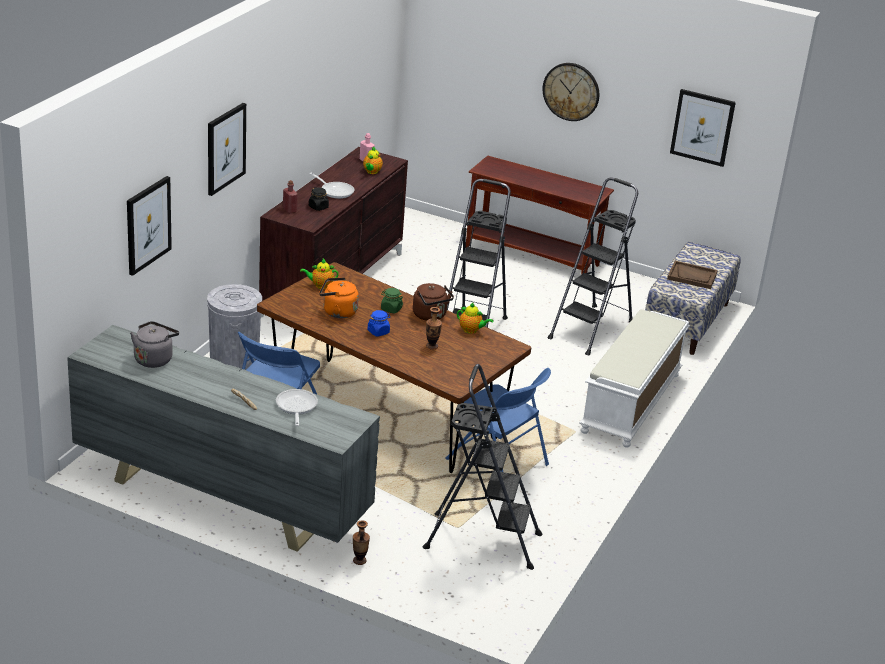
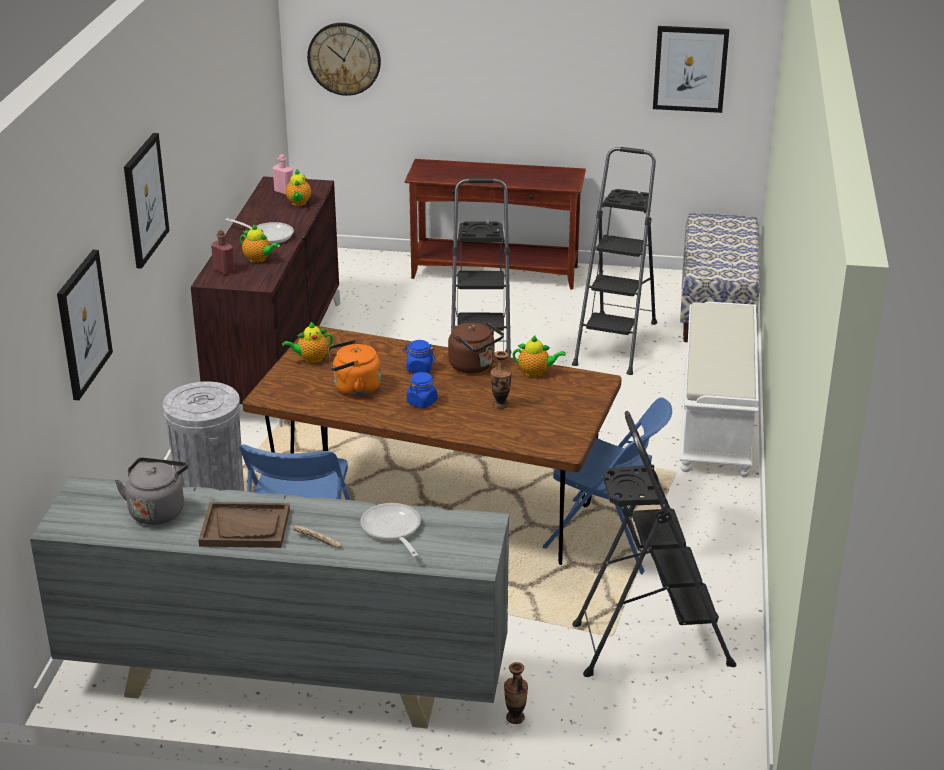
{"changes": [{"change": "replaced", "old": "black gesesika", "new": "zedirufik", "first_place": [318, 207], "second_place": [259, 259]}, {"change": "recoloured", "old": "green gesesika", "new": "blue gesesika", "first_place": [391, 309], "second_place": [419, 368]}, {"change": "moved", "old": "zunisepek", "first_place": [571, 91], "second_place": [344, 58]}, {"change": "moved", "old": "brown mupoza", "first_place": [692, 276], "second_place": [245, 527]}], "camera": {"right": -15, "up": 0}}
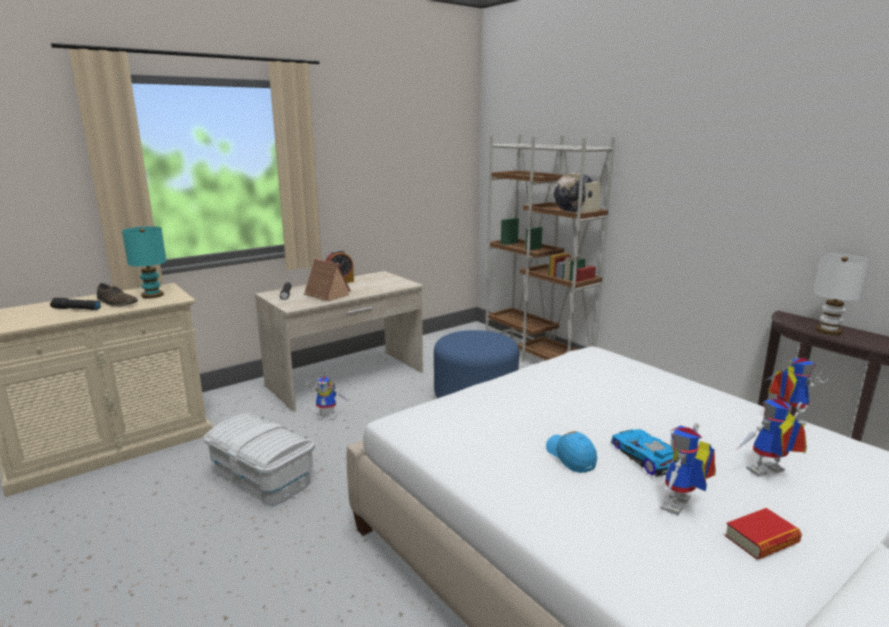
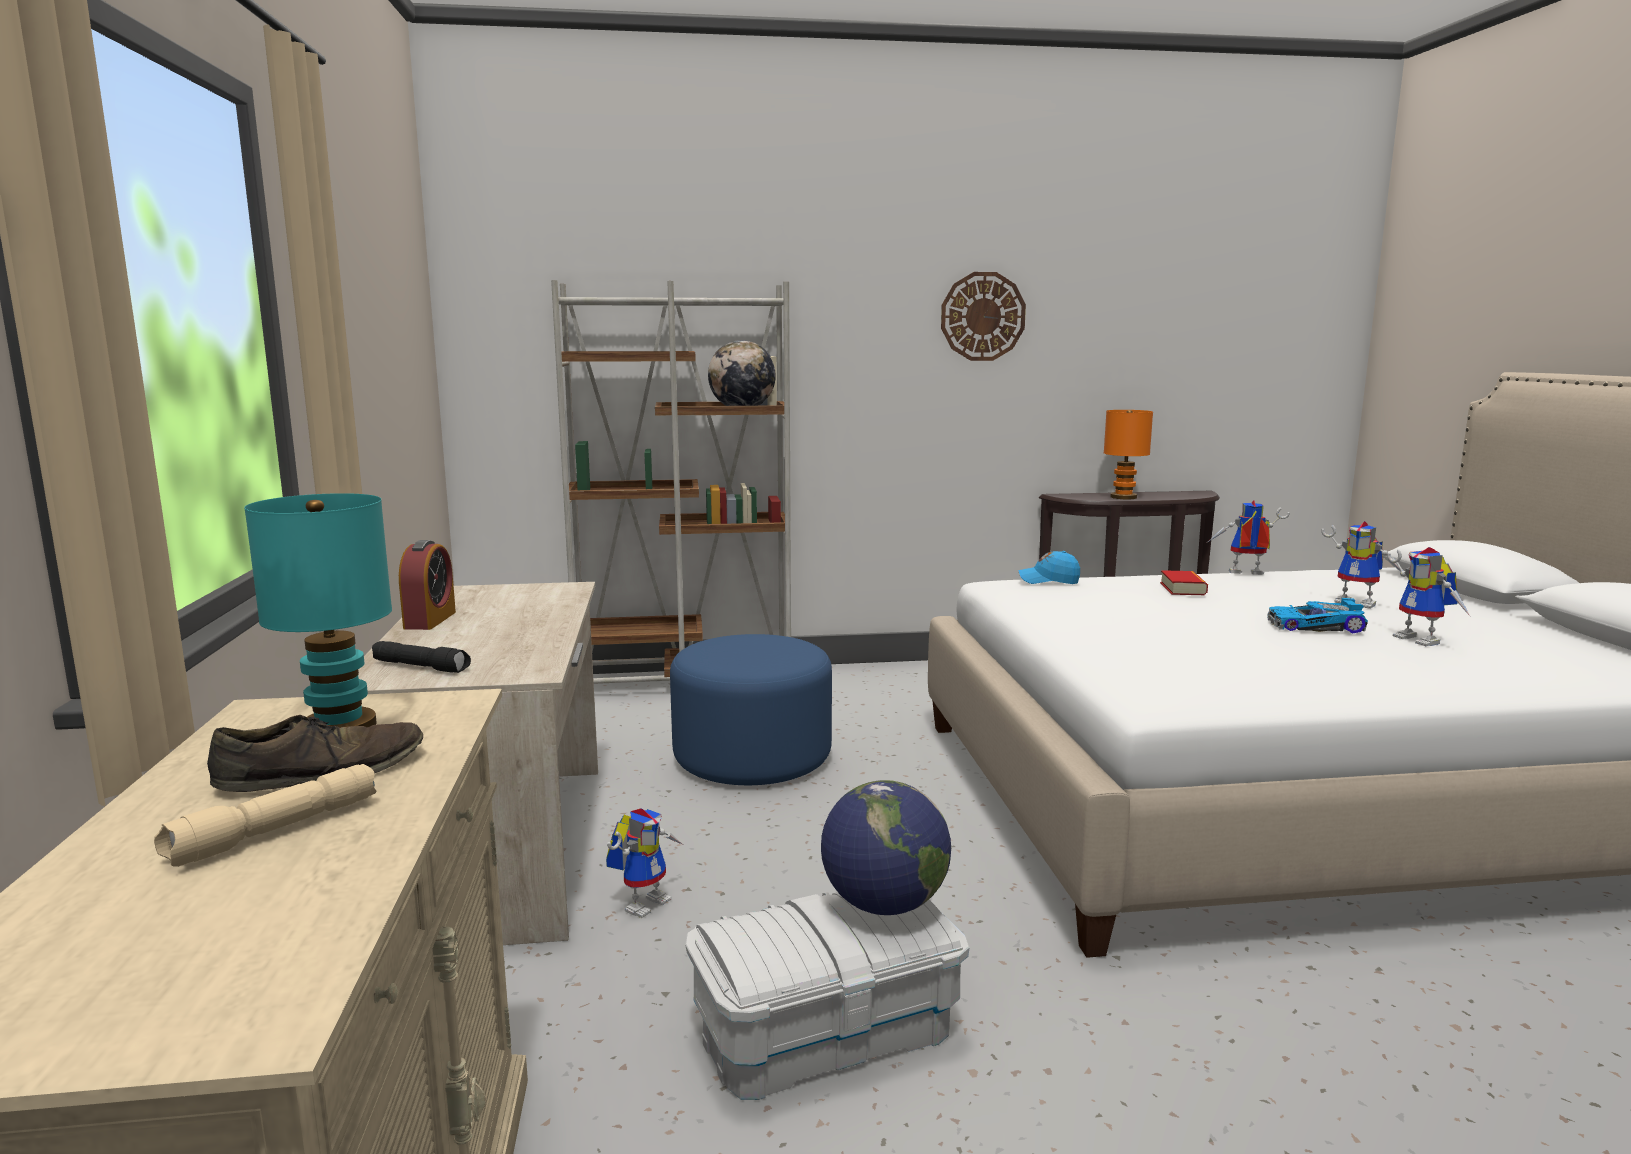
{"changes": [{"change": "recoloured", "old": "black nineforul", "new": "beige nineforul", "first_place": [76, 309], "second_place": [274, 832]}, {"change": "removed", "old": "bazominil", "first_place": [326, 294]}, {"change": "moved", "old": "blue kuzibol", "first_place": [571, 457], "second_place": [1048, 580]}, {"change": "moved", "old": "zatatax", "first_place": [761, 539], "second_place": [1183, 589]}, {"change": "turned", "old": "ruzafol", "first_place": [767, 474], "second_place": [1359, 603], "degrees": -60}, {"change": "recoloured", "old": "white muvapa", "new": "orange muvapa", "first_place": [829, 331], "second_place": [1124, 497]}, {"change": "added", "new": "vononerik", "second_place": [884, 905]}, {"change": "added", "new": "zunisepek", "second_place": [982, 316]}], "camera": {"right": -60, "up": -5}}
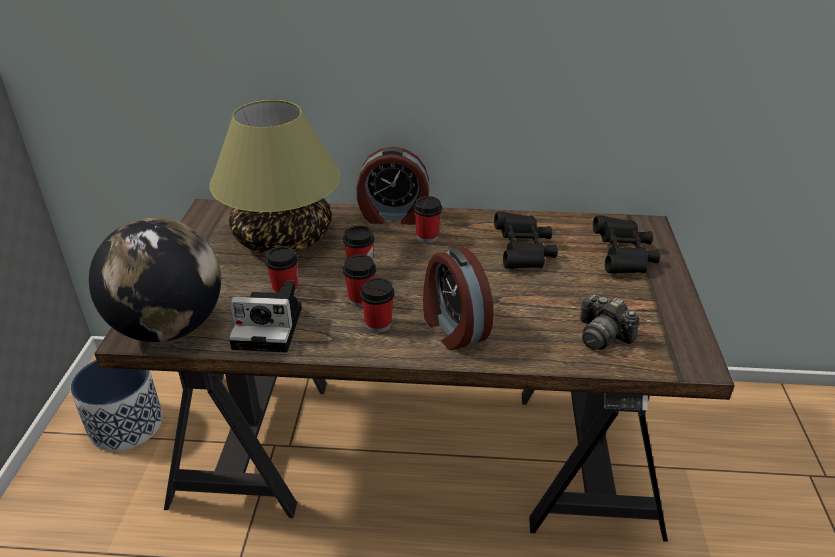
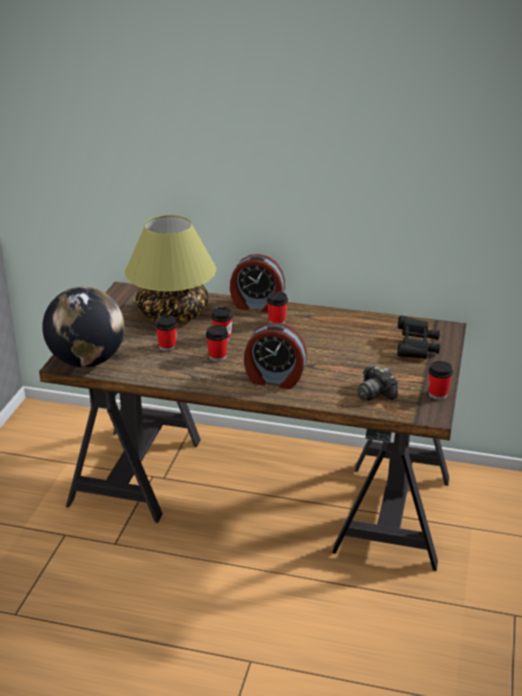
{"changes": [{"change": "removed", "old": "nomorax", "first_place": [126, 426]}, {"change": "removed", "old": "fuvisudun", "first_place": [271, 327]}, {"change": "moved", "old": "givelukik", "first_place": [378, 324], "second_place": [438, 394]}, {"change": "turned", "old": "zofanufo", "first_place": [453, 328], "second_place": [274, 379], "degrees": -60}, {"change": "removed", "old": "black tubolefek", "first_place": [523, 253]}], "camera": {"right": 10, "up": -5}}
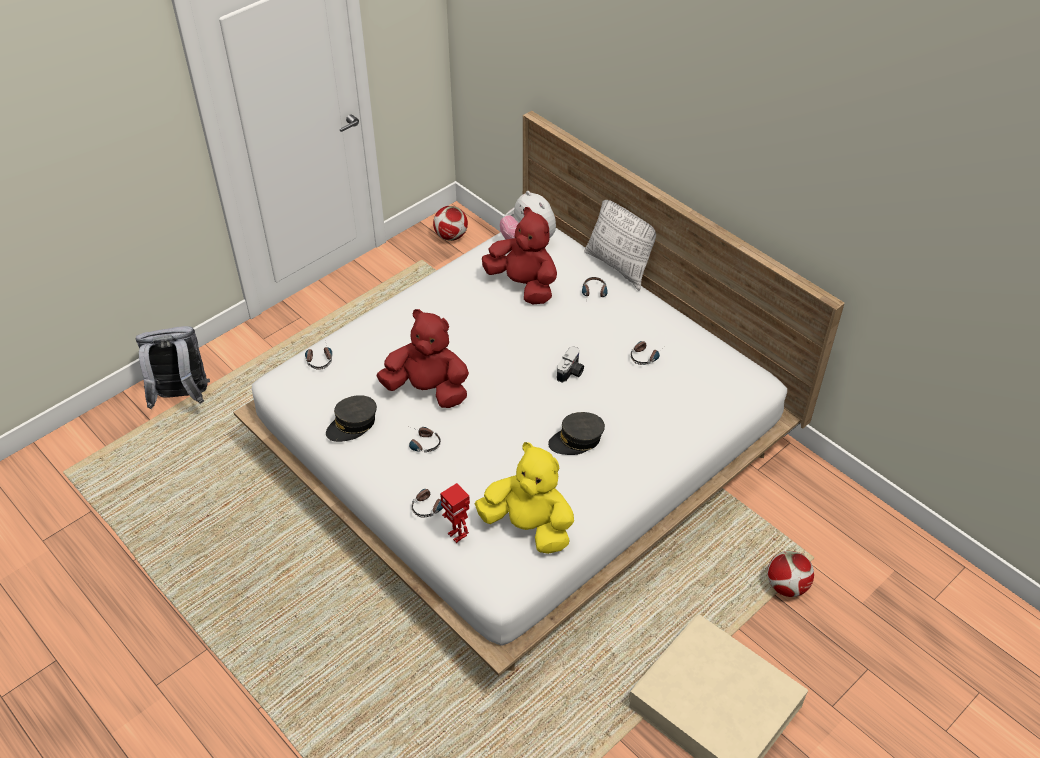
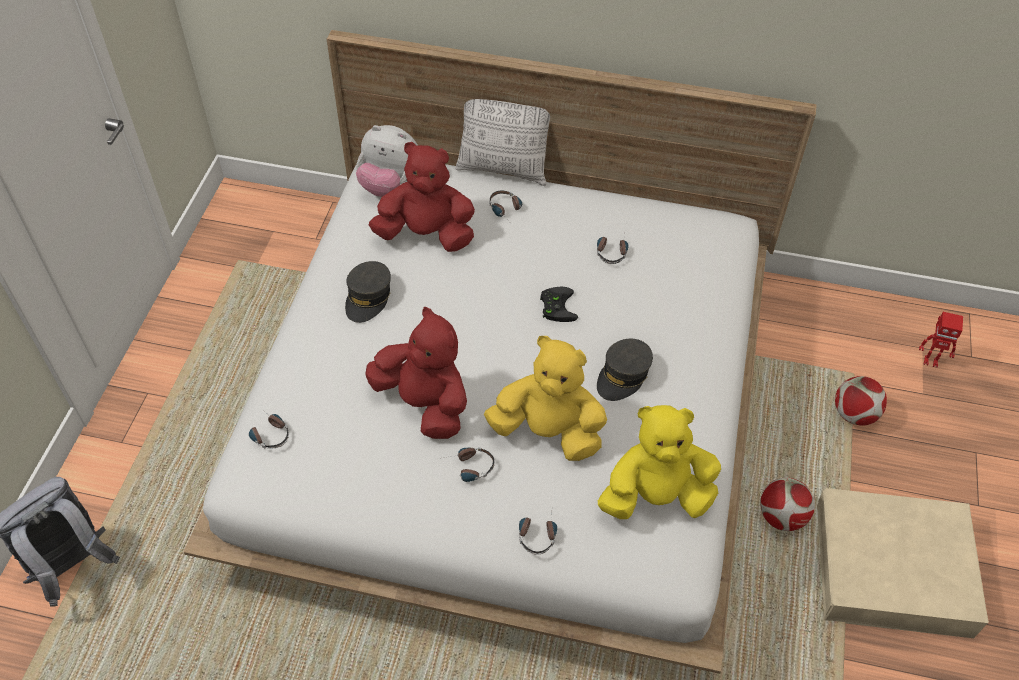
{"changes": [{"change": "moved", "old": "grey kuzibol", "first_place": [352, 424], "second_place": [368, 297]}, {"change": "turned", "old": "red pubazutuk", "first_place": [428, 389], "second_place": [424, 403], "degrees": 60}, {"change": "moved", "old": "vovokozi", "first_place": [451, 236], "second_place": [781, 517]}, {"change": "moved", "old": "ruzafol", "first_place": [457, 535], "second_place": [930, 361]}, {"change": "replaced", "old": "fuvisudun", "new": "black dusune", "first_place": [571, 372], "second_place": [556, 306]}, {"change": "added", "new": "yellow pubazutuk", "second_place": [548, 431]}], "camera": {"right": -35, "up": 5}}
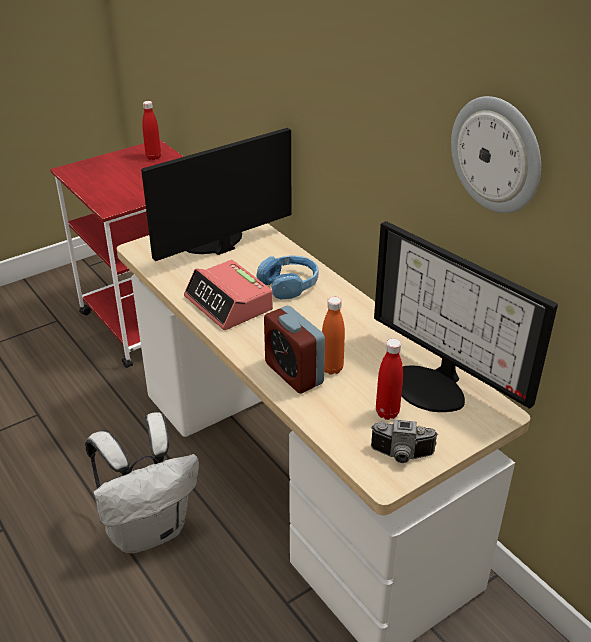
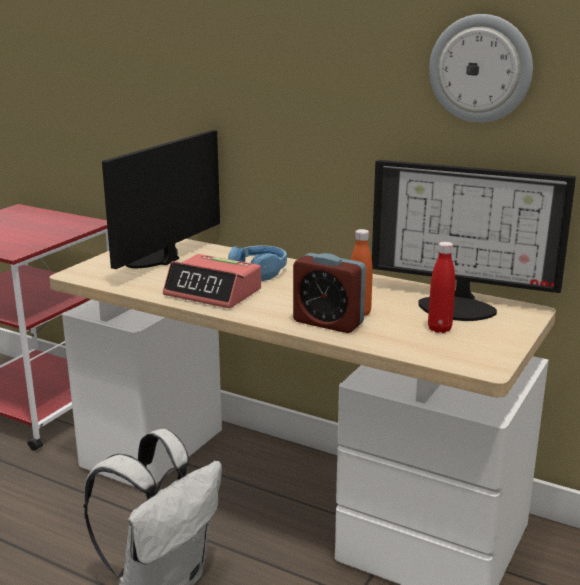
{"changes": [{"change": "removed", "old": "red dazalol", "first_place": [153, 157]}, {"change": "removed", "old": "fuvisudun", "first_place": [401, 456]}], "camera": {"right": -25, "up": -15}}
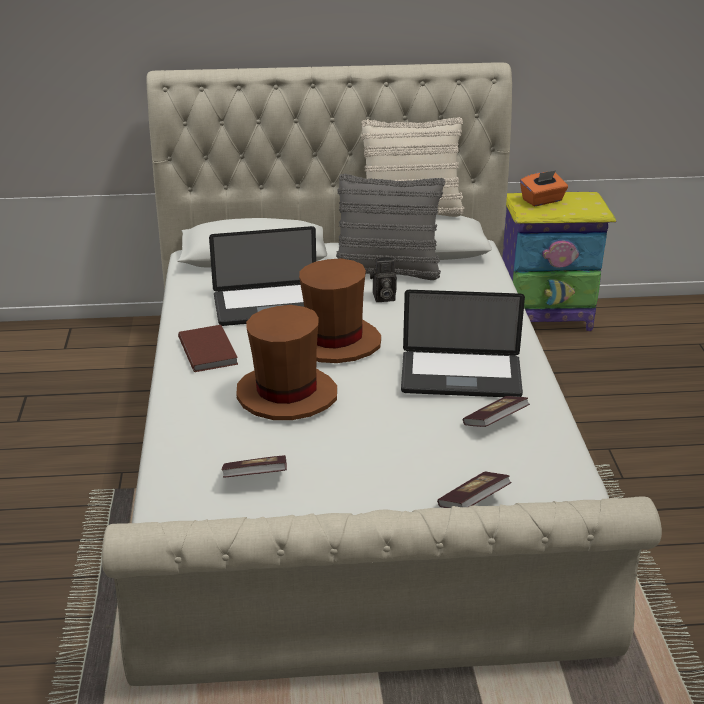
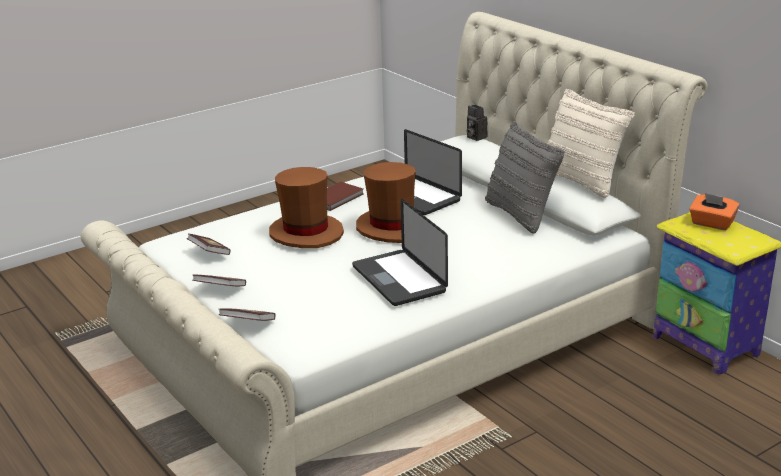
{"changes": [{"change": "moved", "old": "fuvisudun", "first_place": [383, 298], "second_place": [475, 137]}, {"change": "moved", "old": "zatatax", "first_place": [495, 422], "second_place": [220, 289]}], "camera": {"right": 60, "up": -5}}
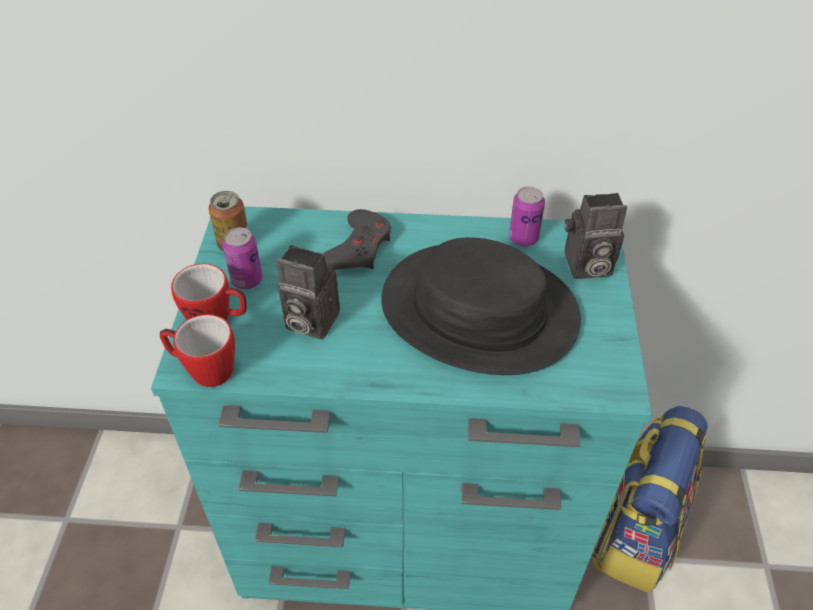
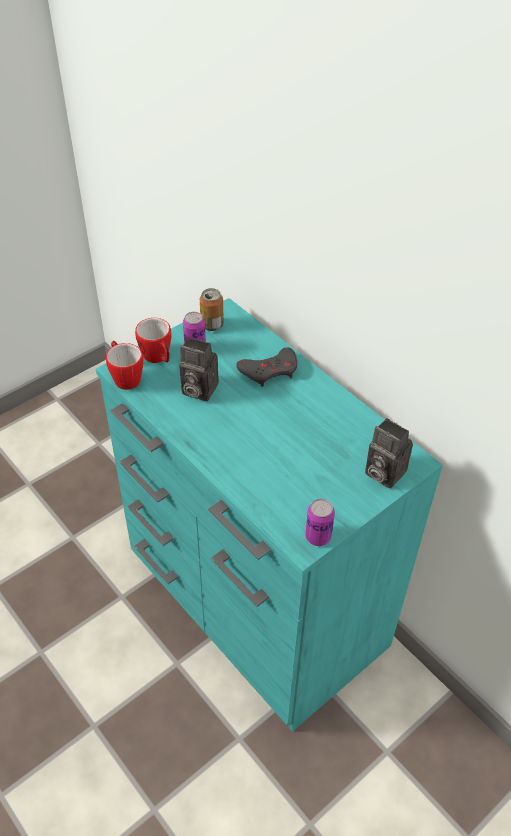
{"changes": [{"change": "turned", "old": "fuvisudun", "first_place": [308, 321], "second_place": [197, 389], "degrees": -45}, {"change": "removed", "old": "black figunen", "first_place": [479, 310]}, {"change": "moved", "old": "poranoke", "first_place": [523, 238], "second_place": [318, 536]}, {"change": "removed", "old": "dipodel", "first_place": [634, 534]}], "camera": {"right": 45, "up": 0}}
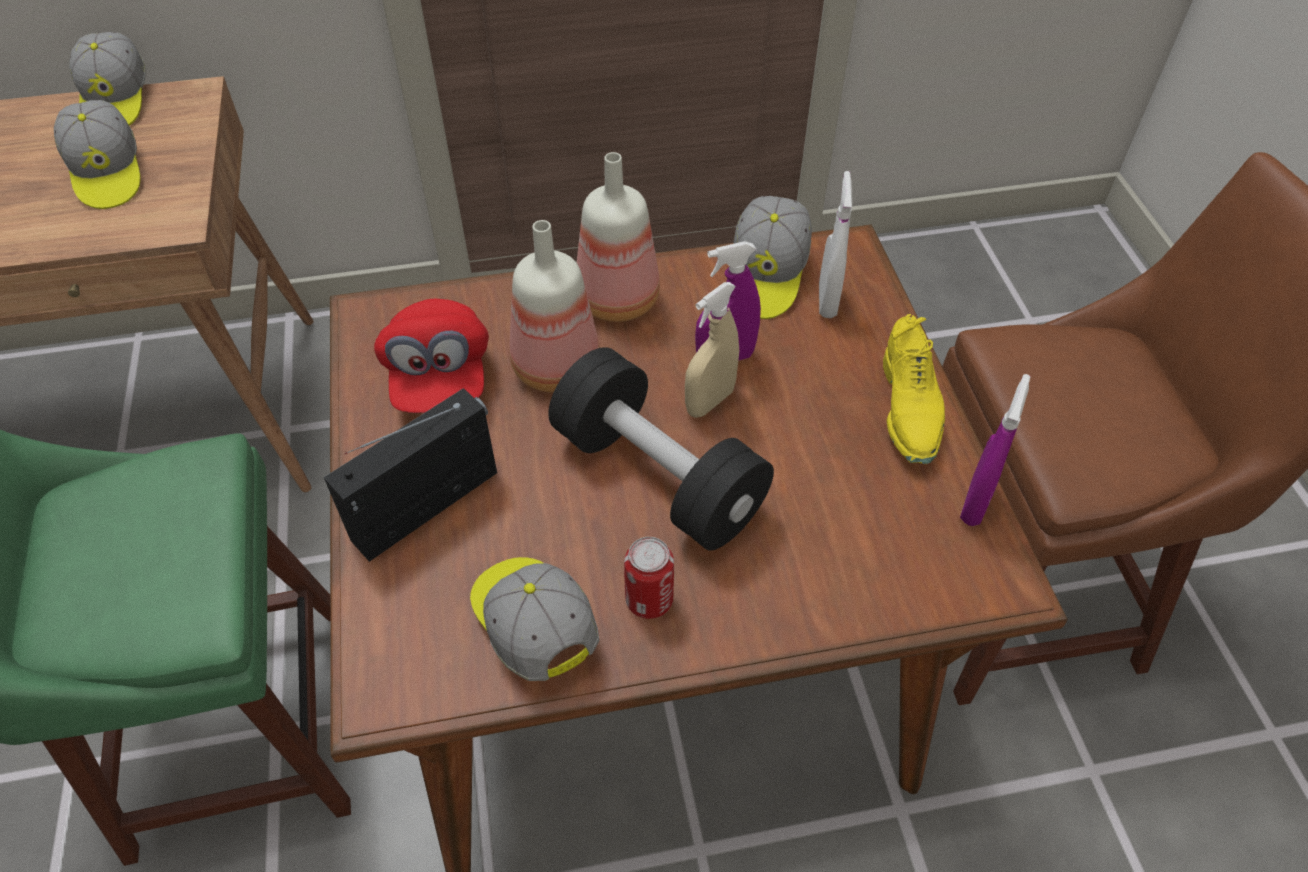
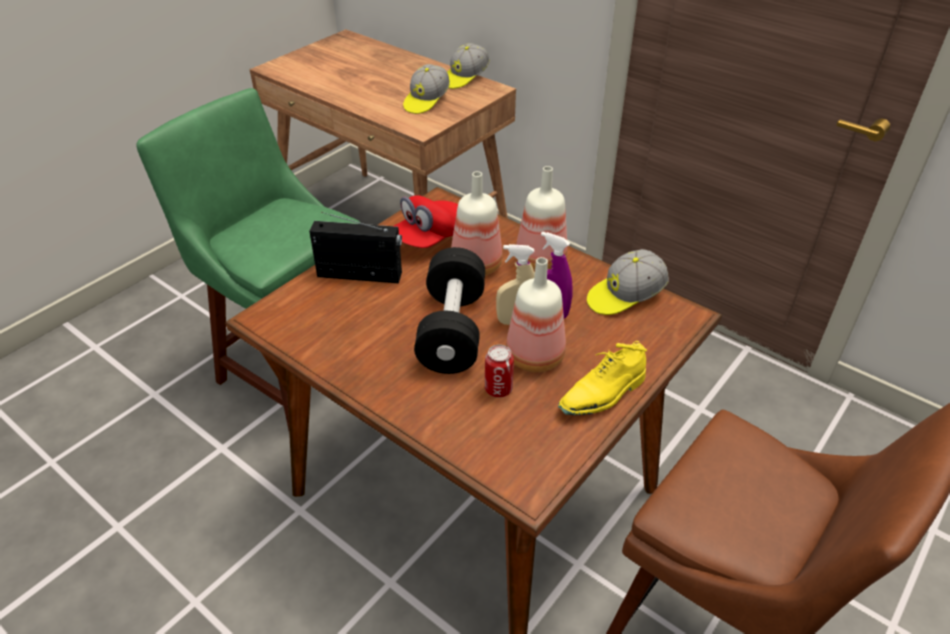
{"changes": [{"change": "removed", "old": "kuzibol", "first_place": [533, 625]}, {"change": "moved", "old": "poranoke", "first_place": [649, 600], "second_place": [498, 389]}, {"change": "removed", "old": "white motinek", "first_place": [827, 301]}, {"change": "removed", "old": "purple motinek", "first_place": [975, 503]}, {"change": "added", "new": "dazalol", "second_place": [536, 358]}], "camera": {"right": 50, "up": -10}}
